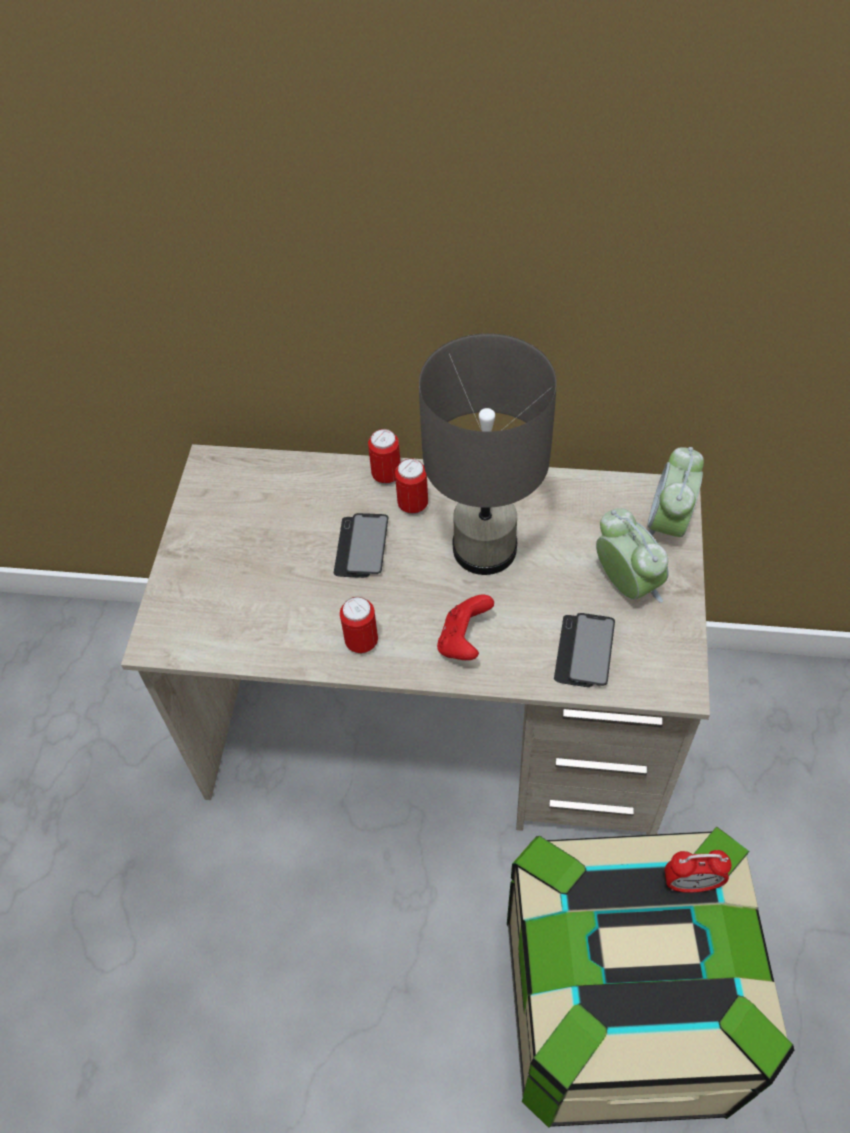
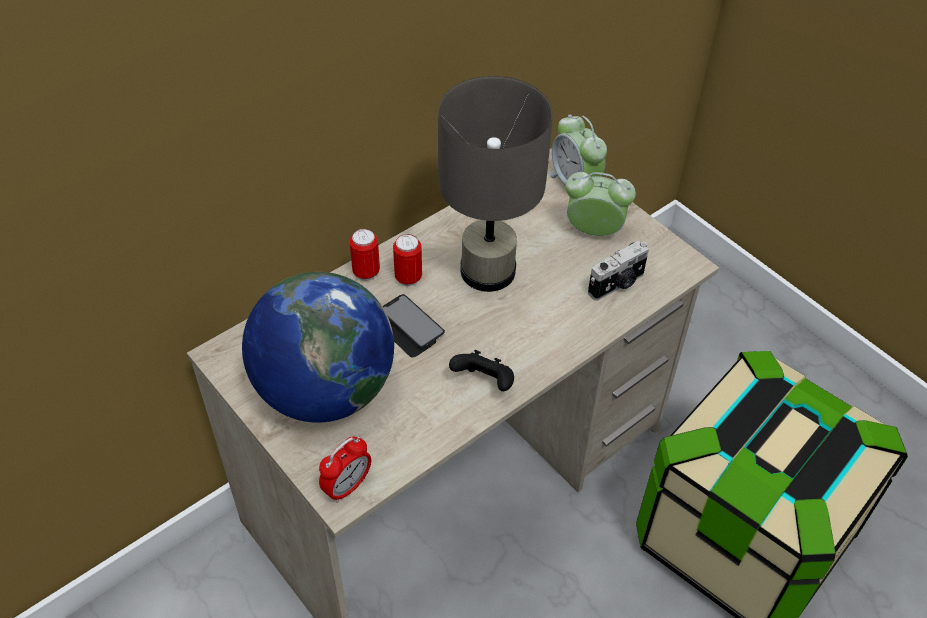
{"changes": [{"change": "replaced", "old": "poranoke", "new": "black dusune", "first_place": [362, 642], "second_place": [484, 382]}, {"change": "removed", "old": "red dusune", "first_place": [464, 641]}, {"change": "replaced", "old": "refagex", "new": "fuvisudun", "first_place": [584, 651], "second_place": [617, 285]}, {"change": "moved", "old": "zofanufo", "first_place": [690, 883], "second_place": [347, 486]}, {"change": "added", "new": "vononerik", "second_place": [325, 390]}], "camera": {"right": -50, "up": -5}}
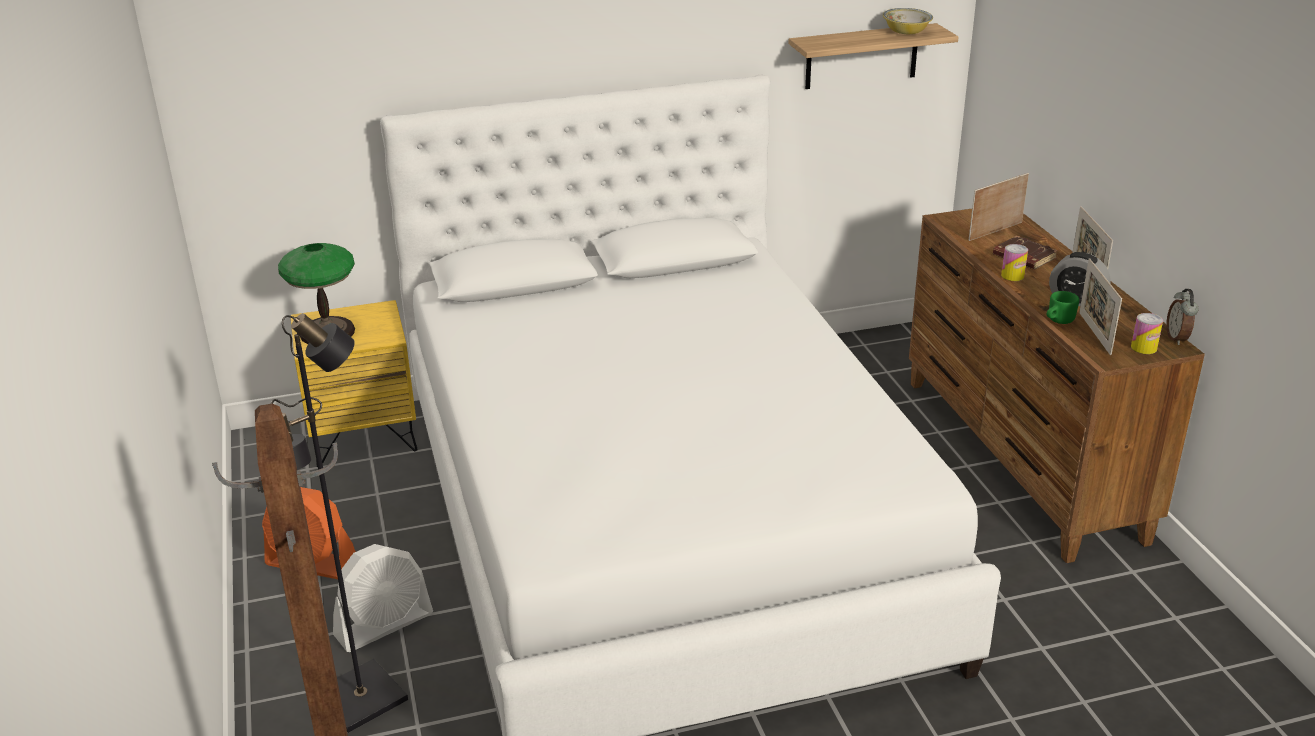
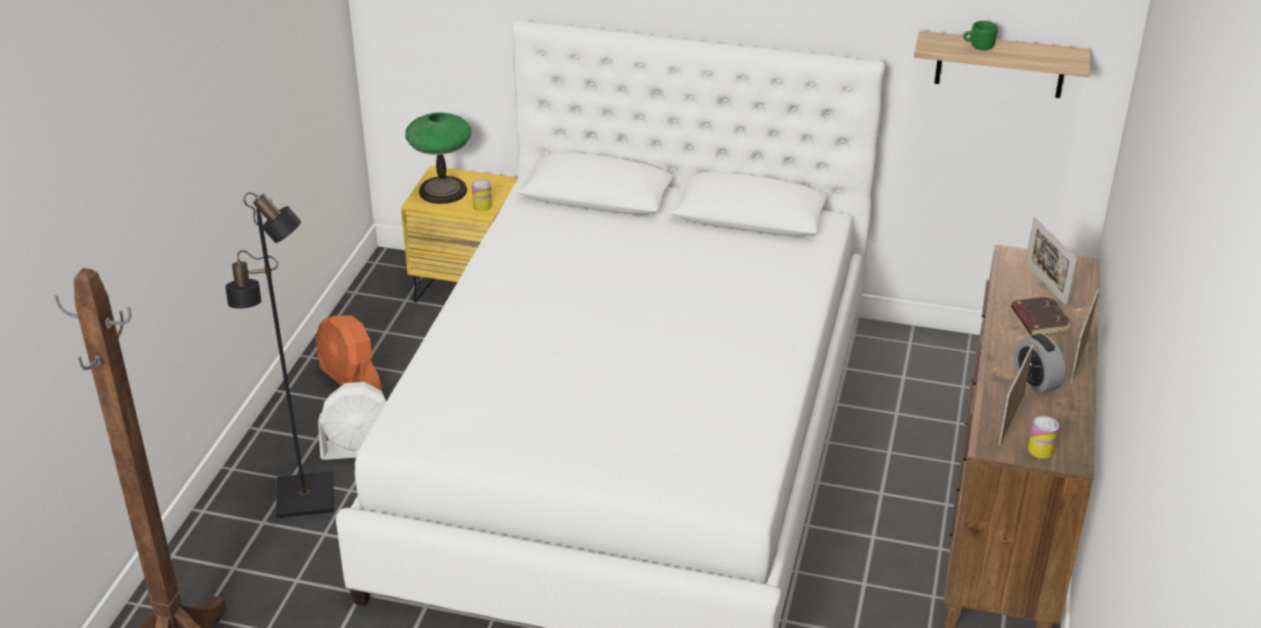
{"changes": [{"change": "removed", "old": "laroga", "first_place": [906, 32]}, {"change": "turned", "old": "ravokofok", "first_place": [995, 231], "second_place": [1045, 284], "degrees": -105}, {"change": "moved", "old": "poranoke", "first_place": [1012, 276], "second_place": [482, 206]}, {"change": "moved", "old": "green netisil", "first_place": [1057, 321], "second_place": [978, 47]}, {"change": "removed", "old": "zofanufo", "first_place": [1177, 338]}], "camera": {"right": 30, "up": 5}}
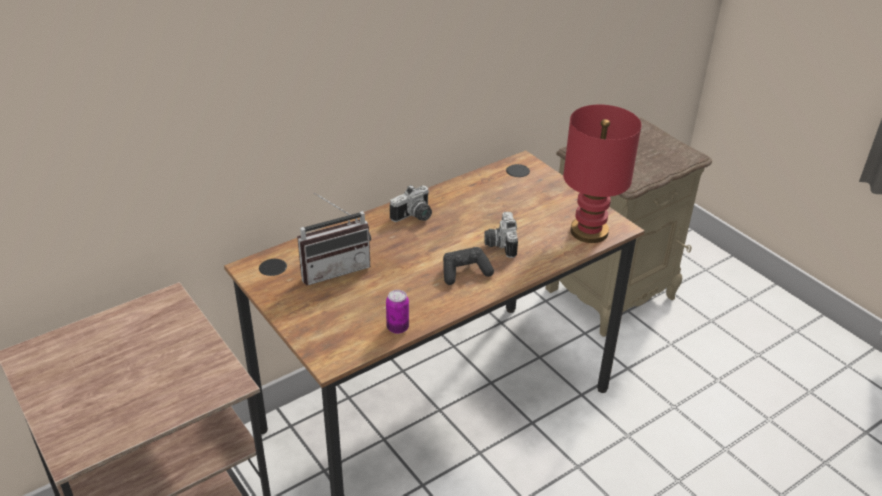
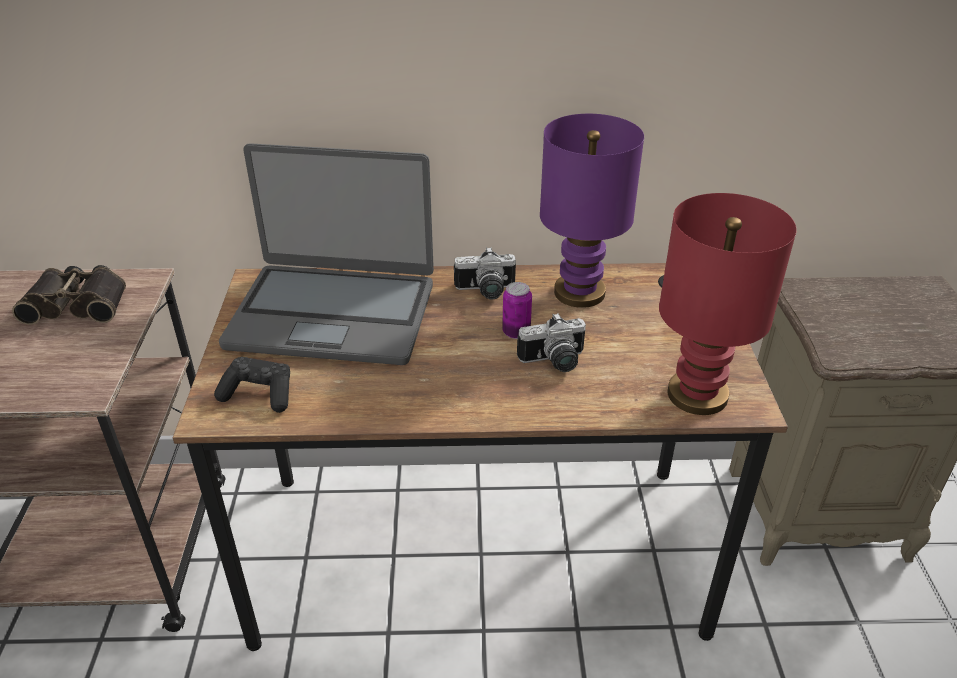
{"changes": [{"change": "replaced", "old": "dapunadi", "new": "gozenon", "first_place": [334, 268], "second_place": [333, 314]}, {"change": "moved", "old": "poranoke", "first_place": [397, 328], "second_place": [516, 332]}, {"change": "moved", "old": "black dusune", "first_place": [465, 272], "second_place": [259, 394]}, {"change": "turned", "old": "fuvisudun", "first_place": [499, 244], "second_place": [554, 362], "degrees": -135}, {"change": "added", "new": "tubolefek", "second_place": [79, 303]}, {"change": "added", "new": "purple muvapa", "second_place": [580, 292]}], "camera": {"right": 35, "up": 0}}
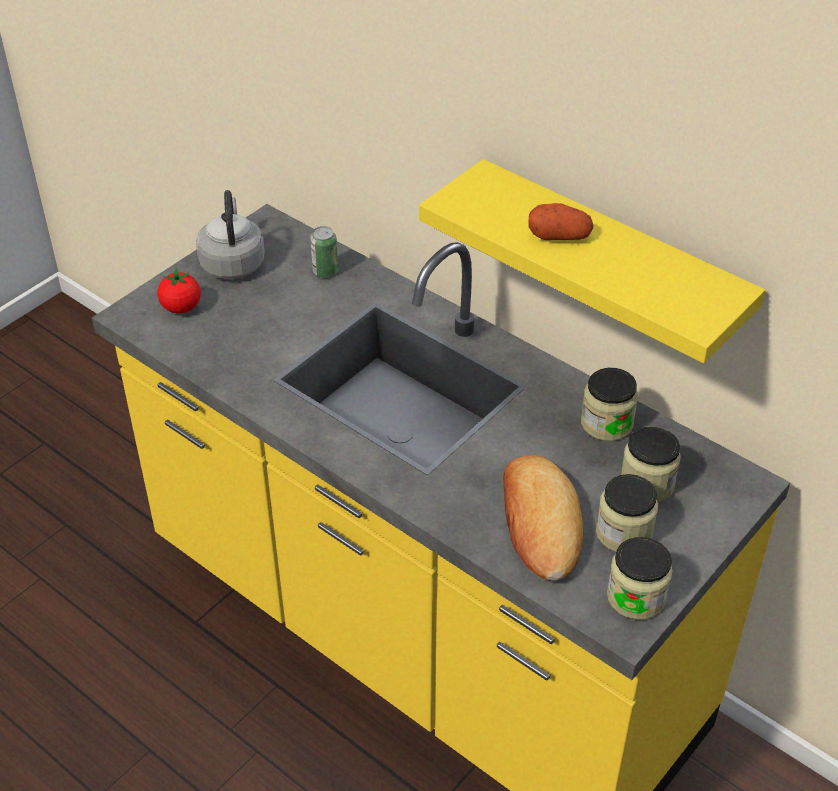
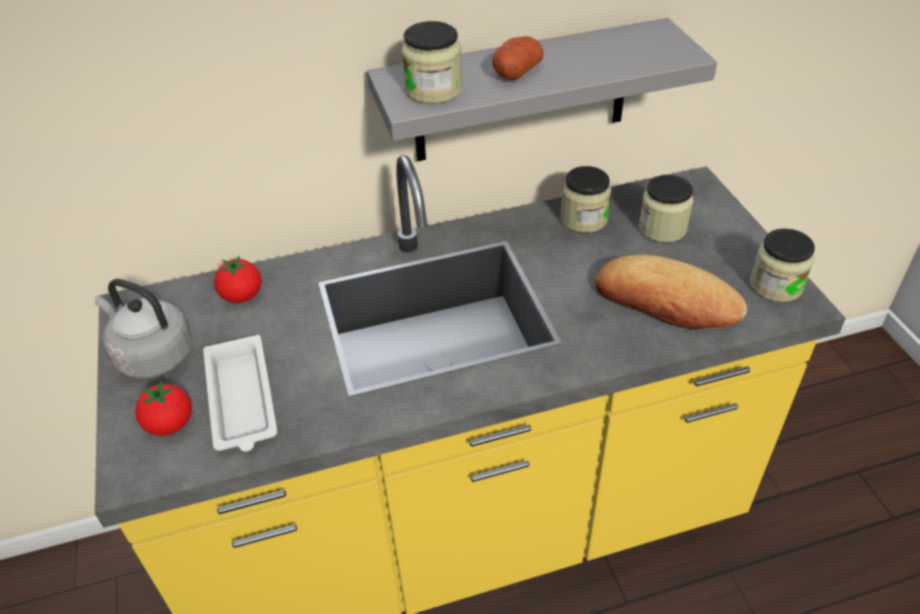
{"changes": [{"change": "replaced", "old": "poranoke", "new": "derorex", "first_place": [325, 271], "second_place": [242, 296]}, {"change": "recoloured", "old": "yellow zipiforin", "new": "grey zipiforin", "first_place": [610, 266], "second_place": [521, 92]}, {"change": "moved", "old": "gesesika", "first_place": [624, 533], "second_place": [433, 90]}, {"change": "added", "new": "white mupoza", "second_place": [241, 400]}], "camera": {"right": -55, "up": 0}}
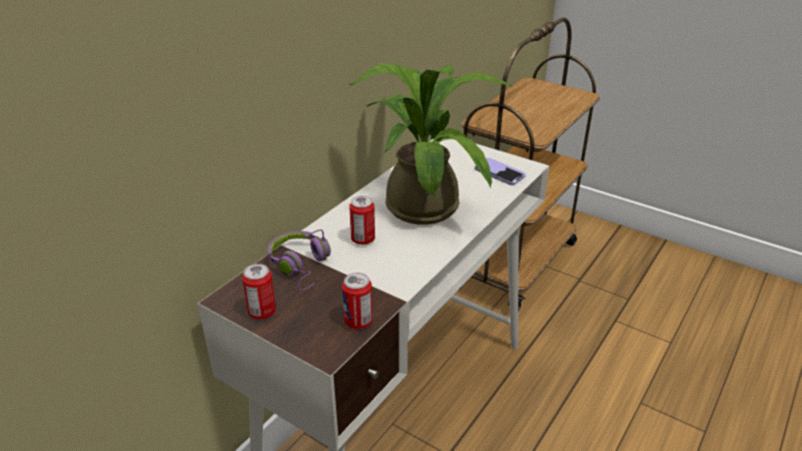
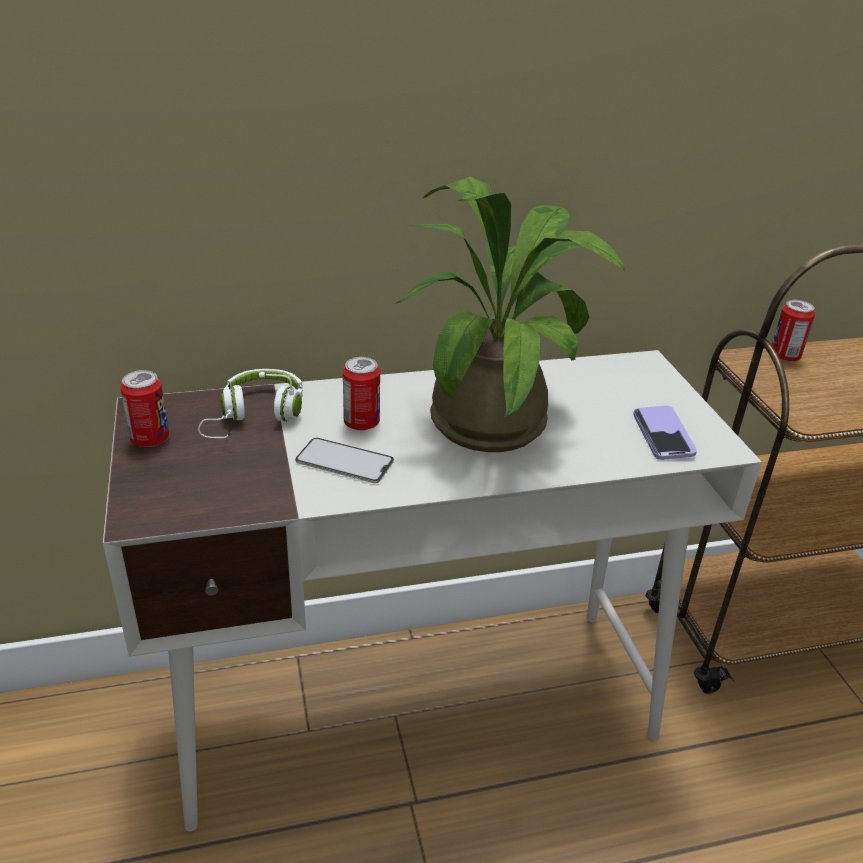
{"changes": [{"change": "recoloured", "old": "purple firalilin", "new": "white firalilin", "first_place": [301, 266], "second_place": [256, 416]}, {"change": "moved", "old": "poranoke", "first_place": [358, 322], "second_place": [784, 357]}, {"change": "added", "new": "refagex", "second_place": [344, 461]}], "camera": {"right": 40, "up": 0}}
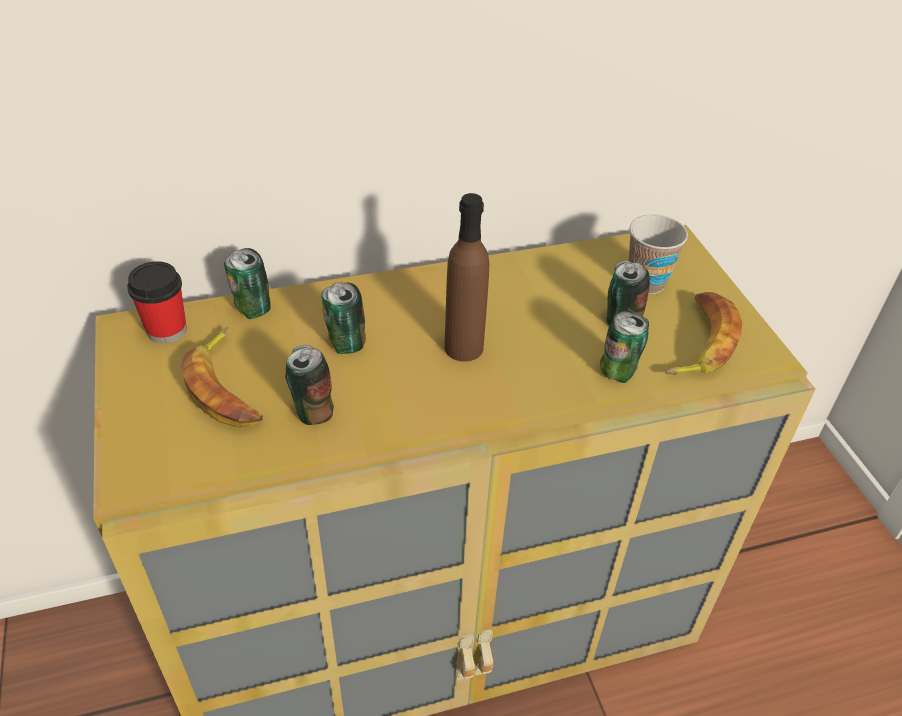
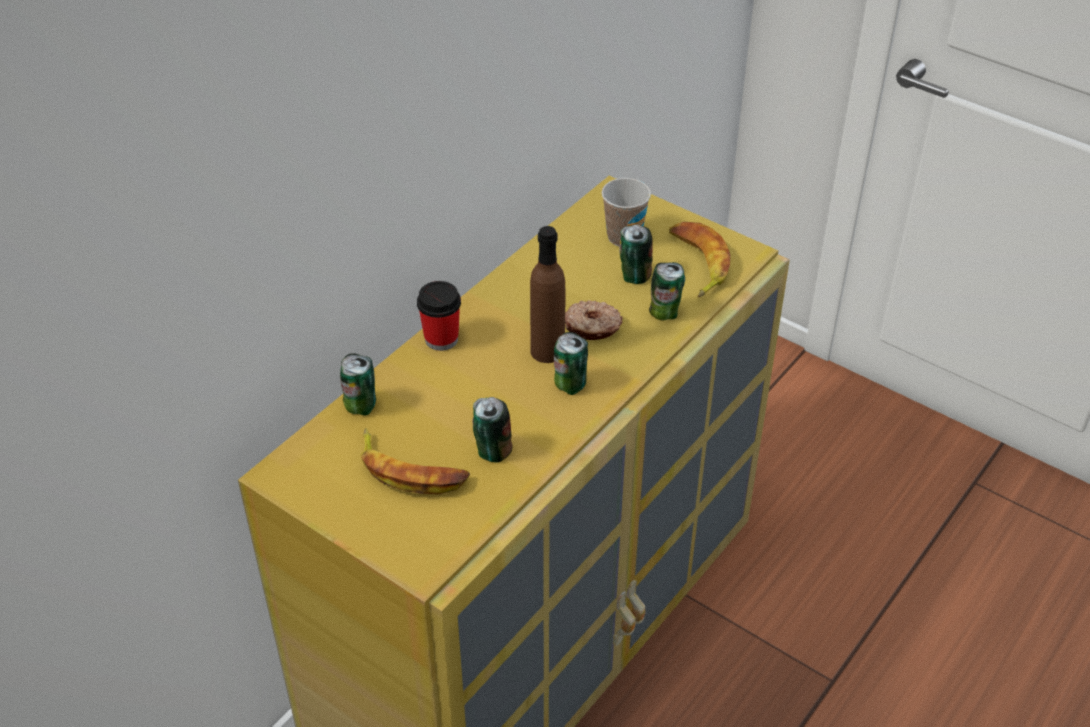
{"changes": [{"change": "moved", "old": "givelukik", "first_place": [167, 330], "second_place": [441, 339]}, {"change": "moved", "old": "poranoke", "first_place": [345, 344], "second_place": [569, 385]}, {"change": "added", "new": "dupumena", "second_place": [592, 328]}], "camera": {"right": -35, "up": 0}}
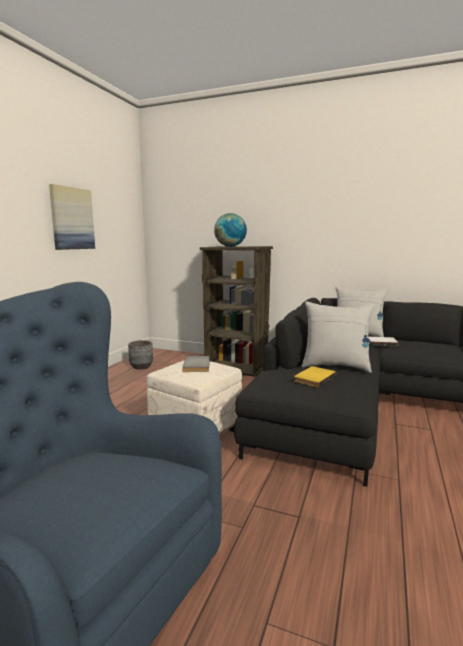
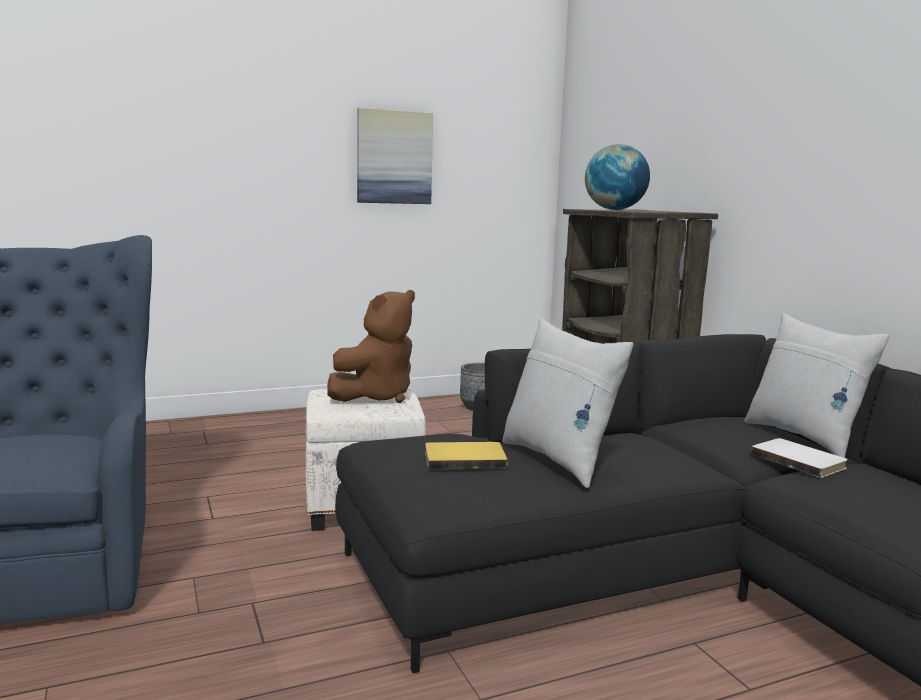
{"changes": [{"change": "replaced", "old": "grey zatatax", "new": "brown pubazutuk", "first_place": [198, 365], "second_place": [376, 396]}], "camera": {"right": 45, "up": 0}}
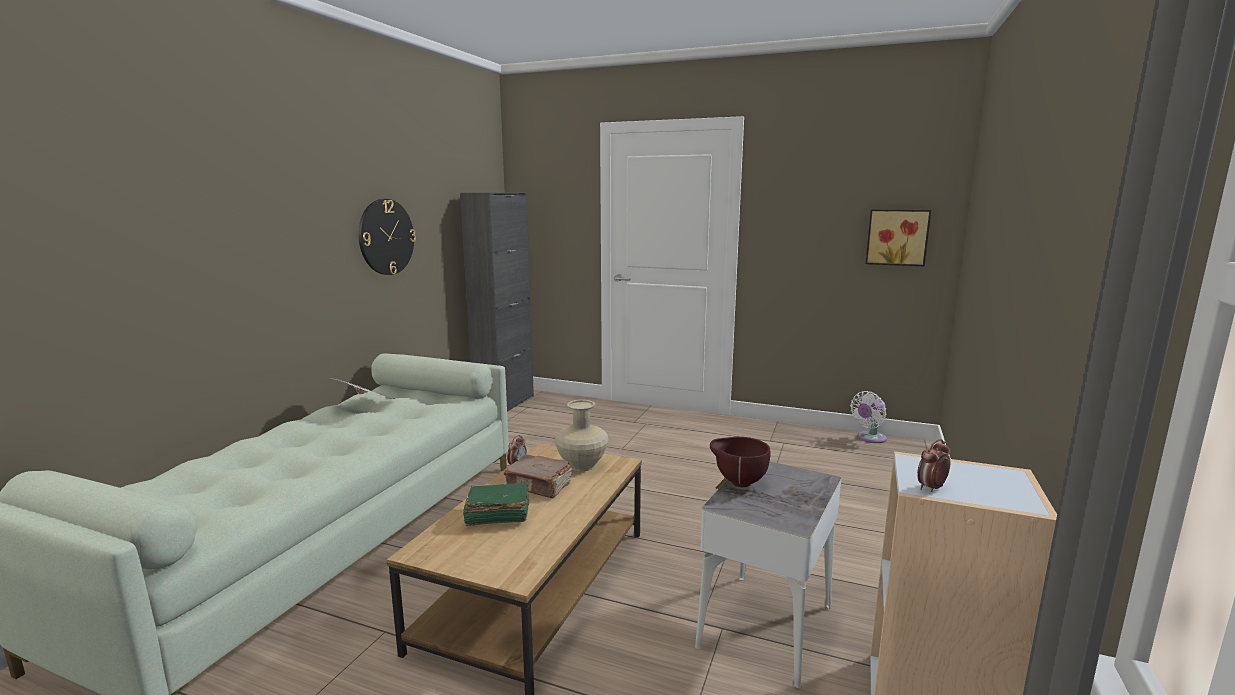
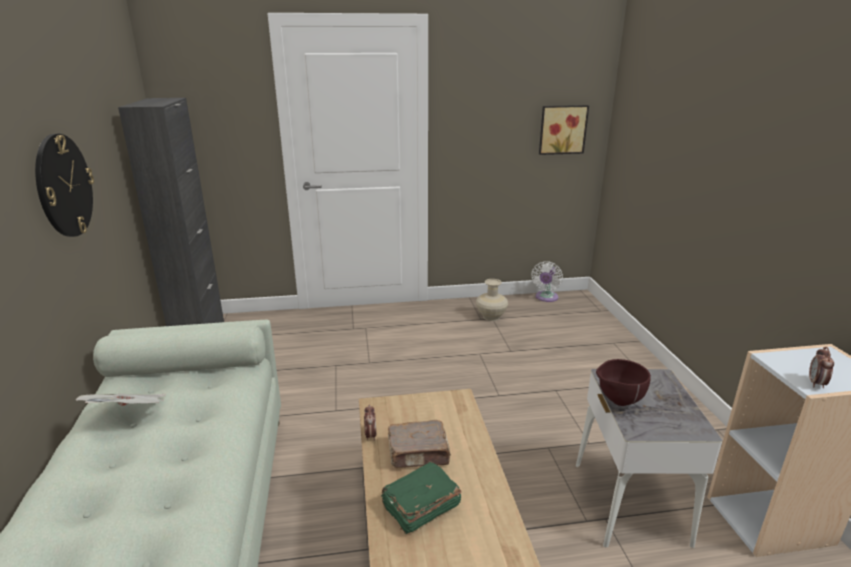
{"changes": [{"change": "moved", "old": "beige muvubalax", "first_place": [582, 465], "second_place": [491, 317]}], "camera": {"right": -30, "up": 10}}
